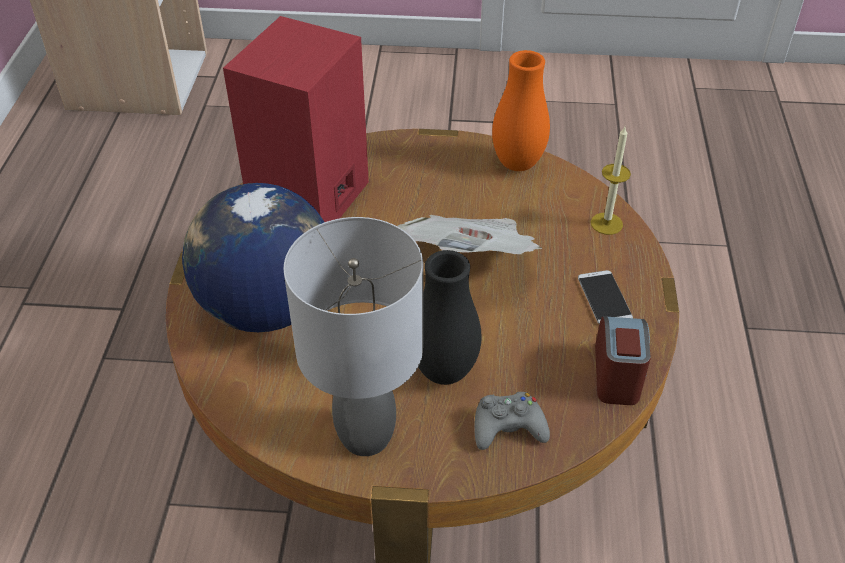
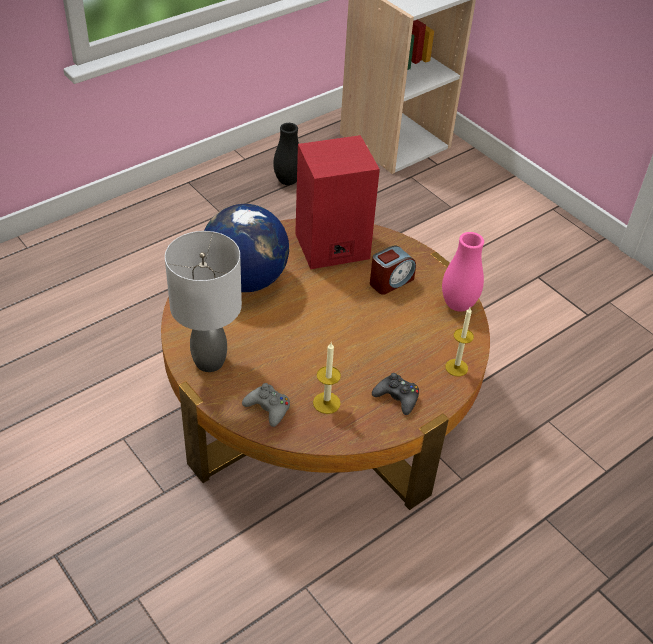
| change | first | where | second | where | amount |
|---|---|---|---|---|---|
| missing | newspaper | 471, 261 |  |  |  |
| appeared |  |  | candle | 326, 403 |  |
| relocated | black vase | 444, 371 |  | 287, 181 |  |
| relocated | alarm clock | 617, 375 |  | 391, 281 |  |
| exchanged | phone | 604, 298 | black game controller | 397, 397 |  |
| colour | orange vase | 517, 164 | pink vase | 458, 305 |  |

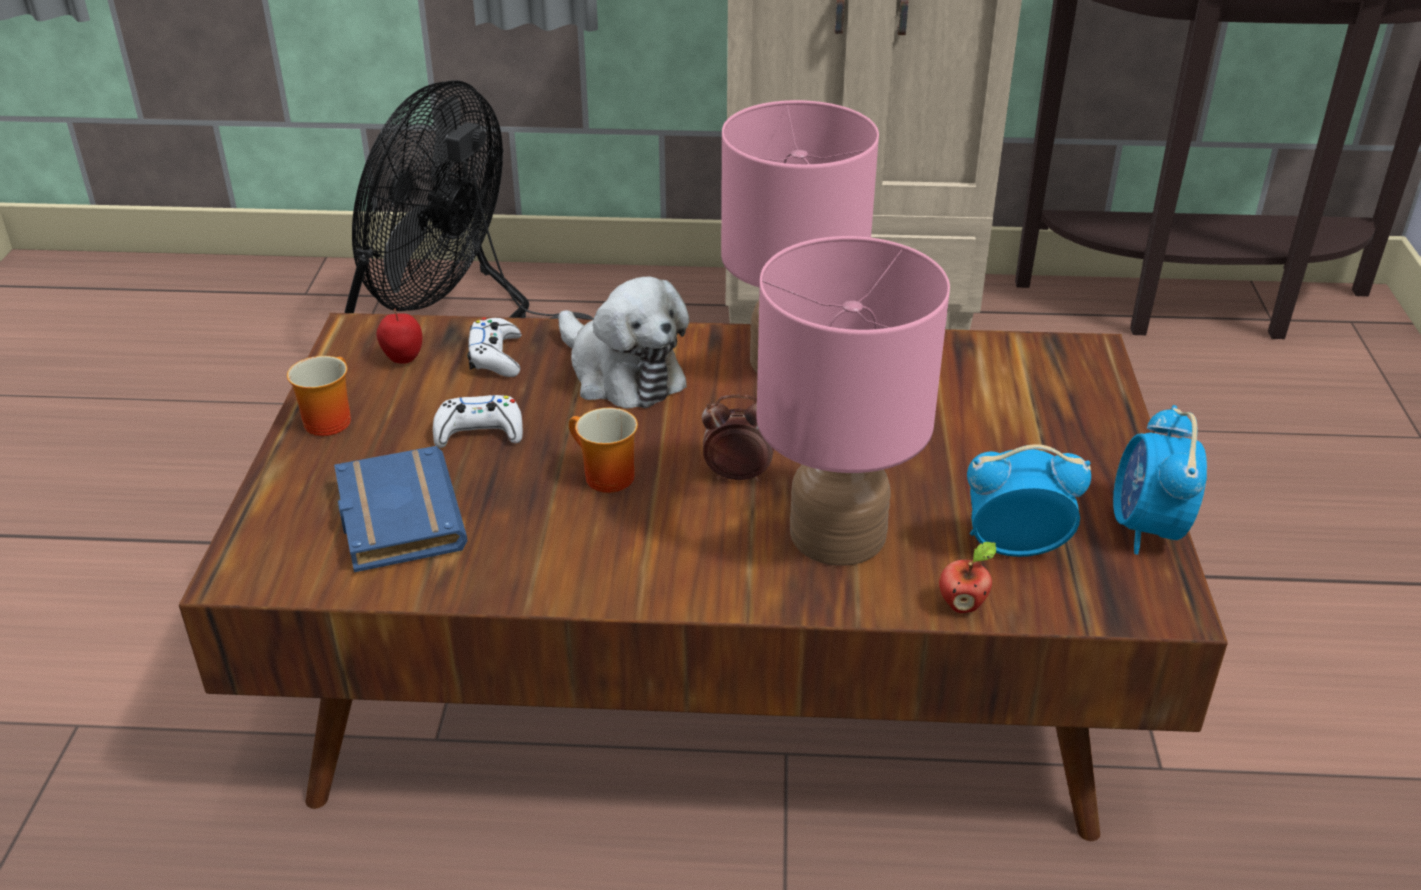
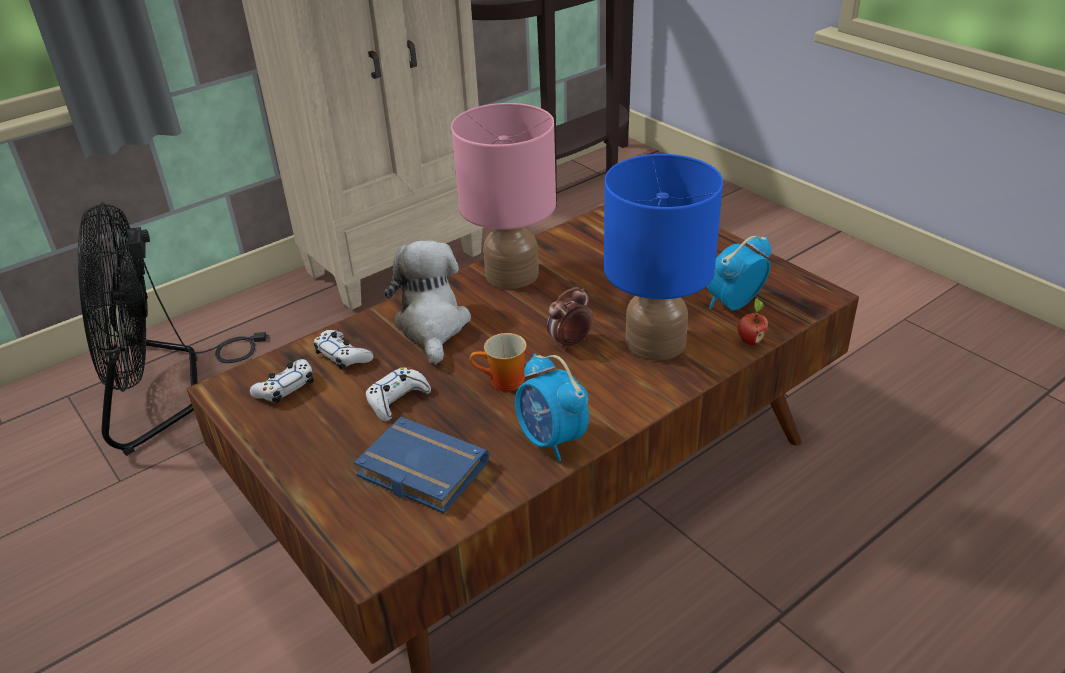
| change | first | where | second | where | amount |
|---|---|---|---|---|---|
| missing | mug | 327, 419 |  |  |  |
| relocated | alarm clock | 1147, 529 |  | 551, 440 |  |
| exchanged | apple | 403, 360 | white game controller | 285, 388 |  |
| colour | pink table lamp | 836, 535 | blue table lamp | 655, 343 |  |
| spun | plush toy | 621, 374 |  | 432, 326 | 105 degrees counterclockwise |

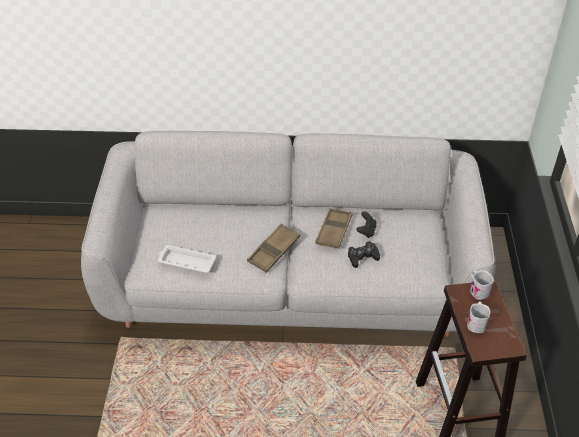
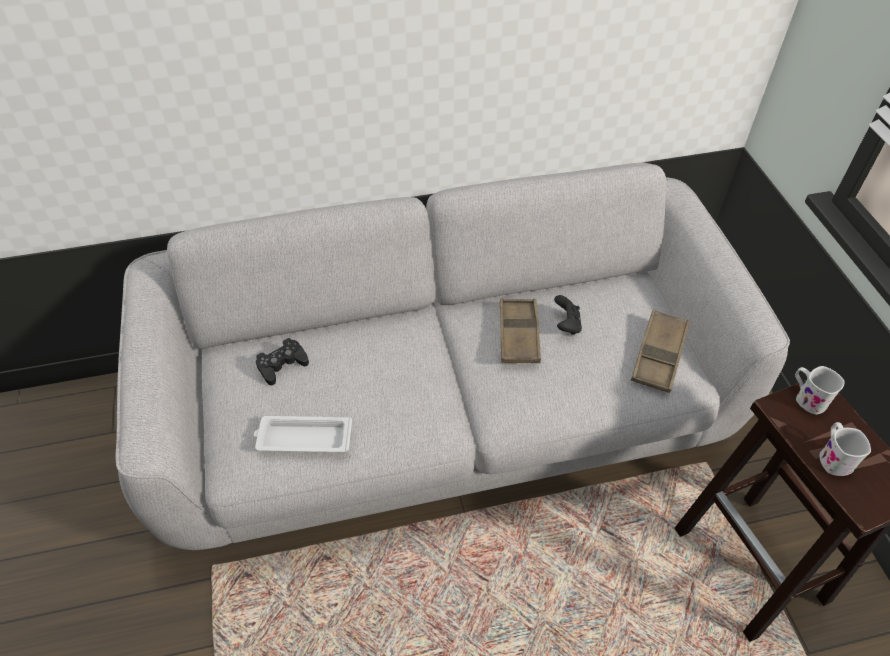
| change | first | where | second | where | amount |
|---|---|---|---|---|---|
| relocated | brown tray | 274, 251 |  | 659, 355 |  |
| relocated | black game controller | 362, 257 |  | 282, 365 |  |

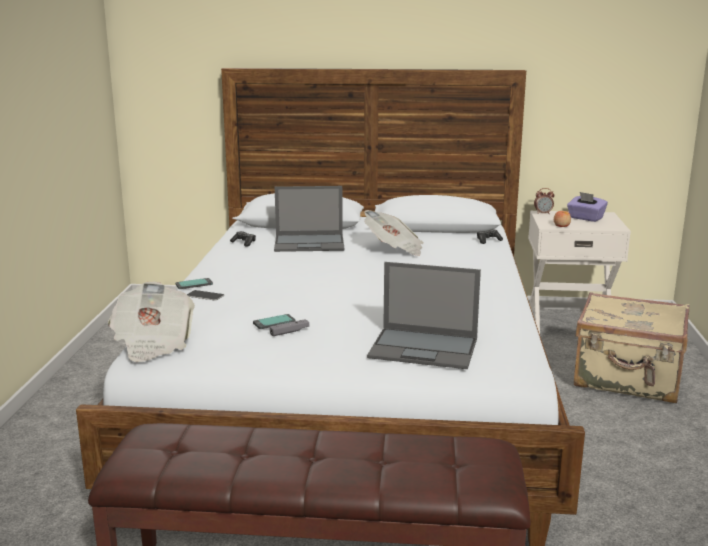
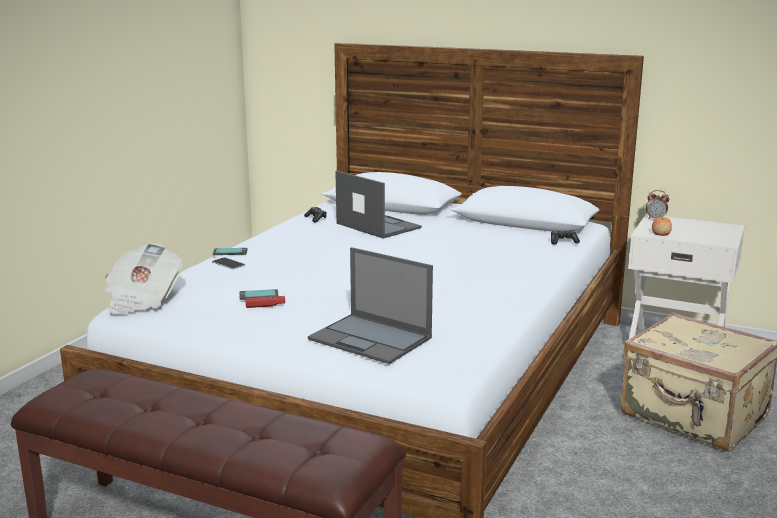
| change | first | where | second | where | amount |
|---|---|---|---|---|---|
| missing | newspaper | 394, 249 |  |  |  |
| missing | purple tissue box | 585, 218 |  |  |  |
| colour | grey game controller | 289, 332 | red game controller | 265, 306 |  |
| spun | laptop | 310, 243 |  | 377, 225 | 150 degrees counterclockwise |

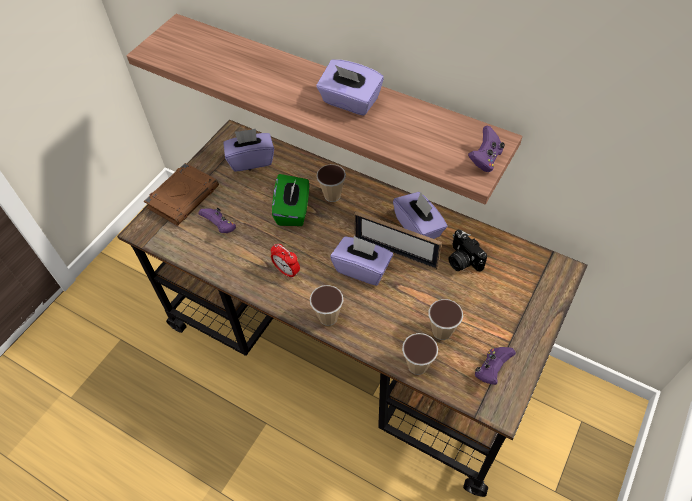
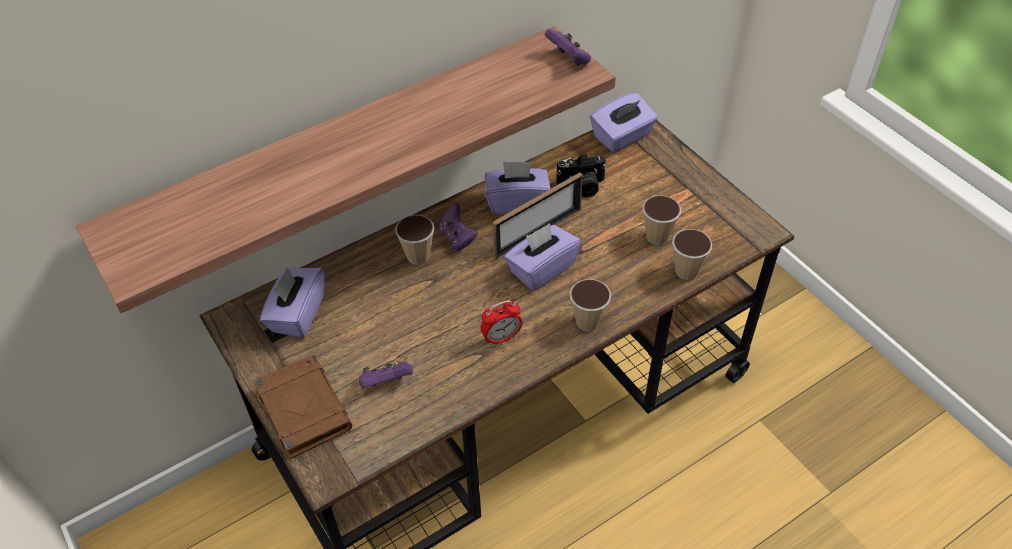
| change | first | where | second | where | amount |
|---|---|---|---|---|---|
| missing | green tissue box | 293, 211 |  |  |  |
| relocated | purple tissue box | 350, 102 |  | 622, 137 |  |
| relocated | purple game controller | 491, 370 |  | 457, 238 |  |

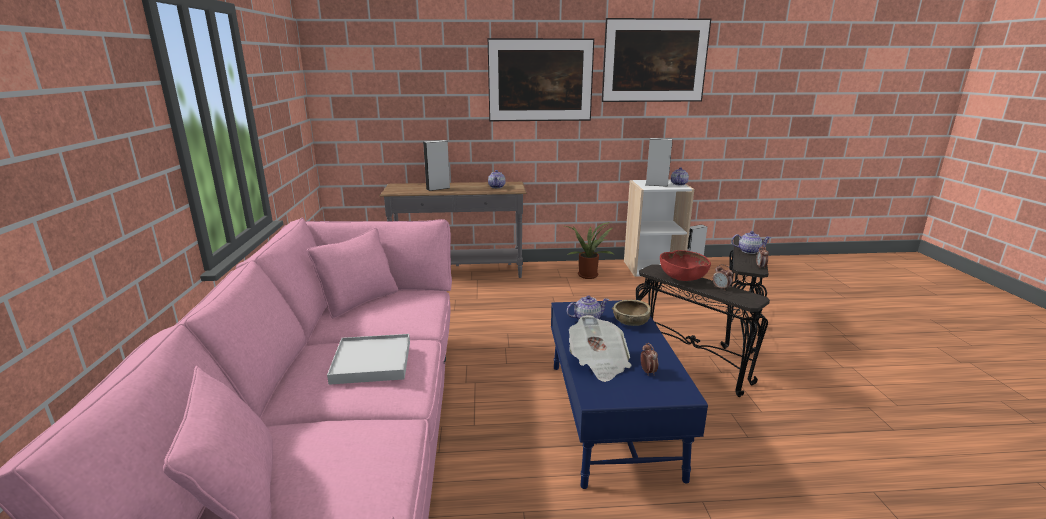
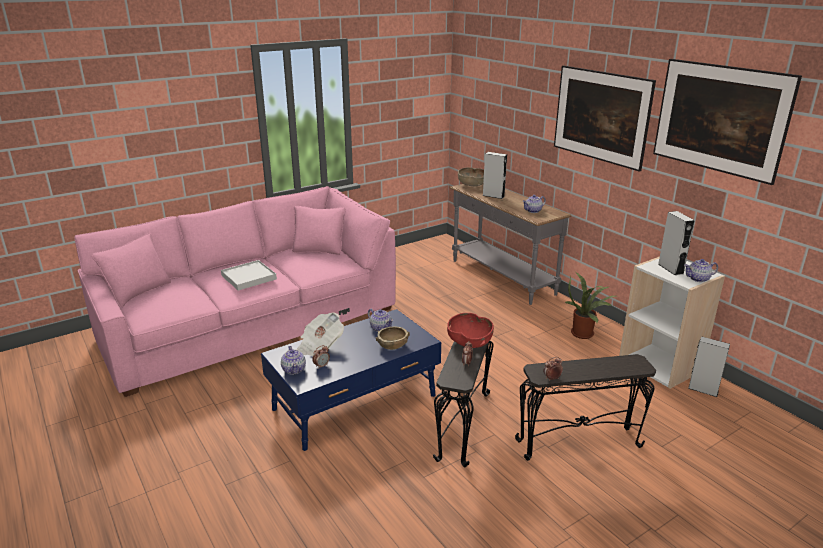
| change | first | where | second | where | amount |
|---|---|---|---|---|---|
| appeared |  |  | brown bowl | 472, 185 |  |
| relocated | teapot | 748, 251 |  | 294, 369 |  |

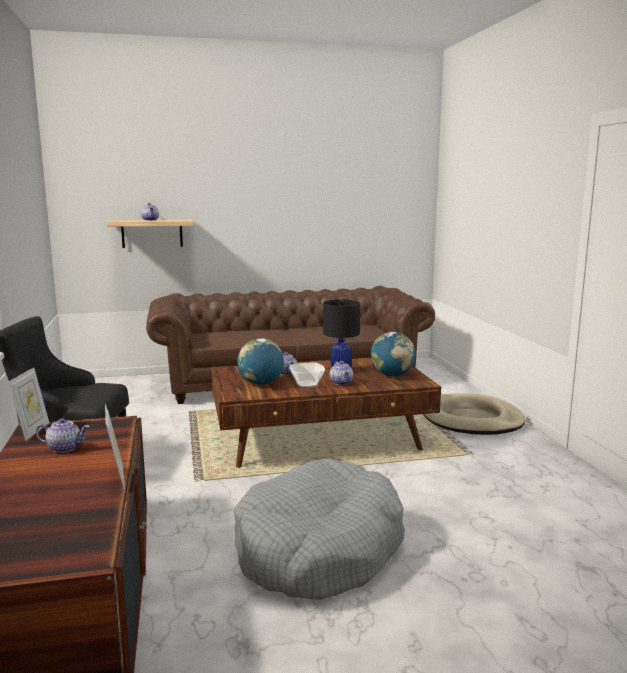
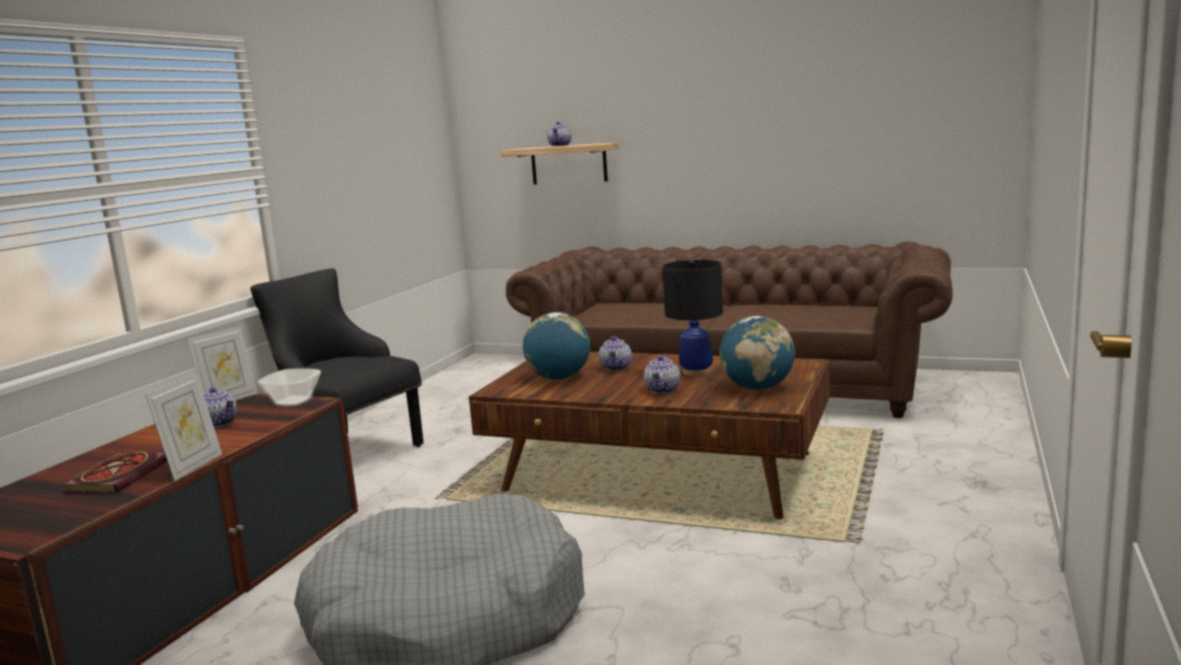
| change | first | where | second | where | amount |
|---|---|---|---|---|---|
| missing | beige dog bed | 471, 419 |  |  |  |
| appeared |  |  | book | 118, 475 |  |
| relocated | bowl | 307, 384 |  | 293, 402 |  |

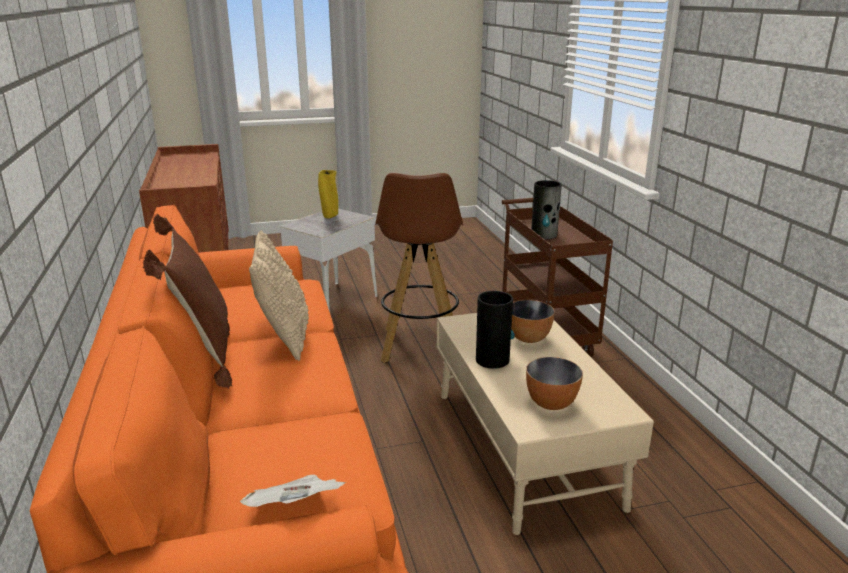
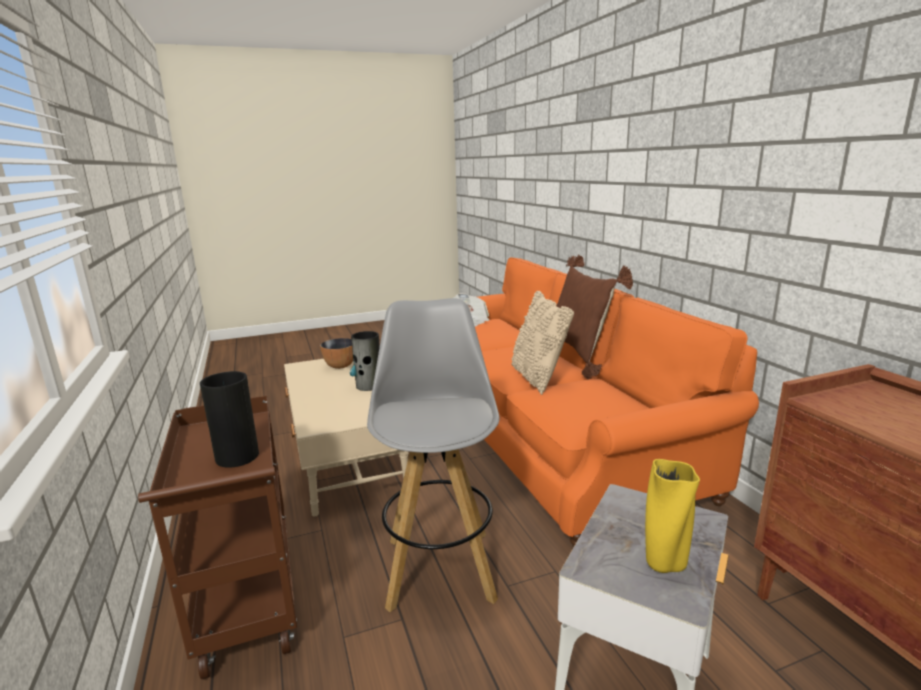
| change | first | where | second | where | amount |
|---|---|---|---|---|---|
| missing | bowl | 528, 338 |  |  |  |
| colour | brown stool | 419, 346 | grey stool | 441, 566 |  |

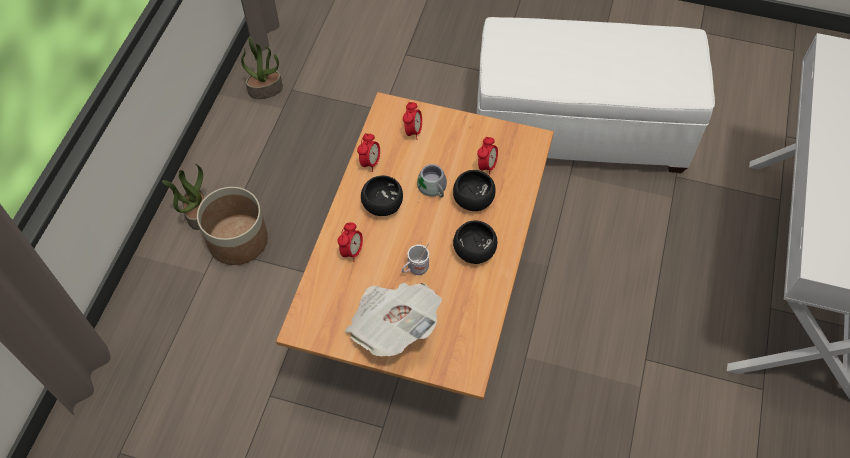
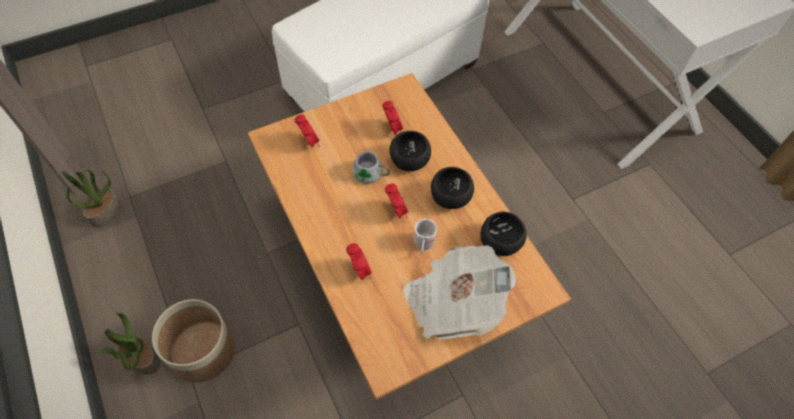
| change | first | where | second | where | amount |
|---|---|---|---|---|---|
| relocated | alarm clock | 370, 162 |  | 396, 211 |  |
| relocated | black bowl | 383, 206 |  | 501, 242 |  |

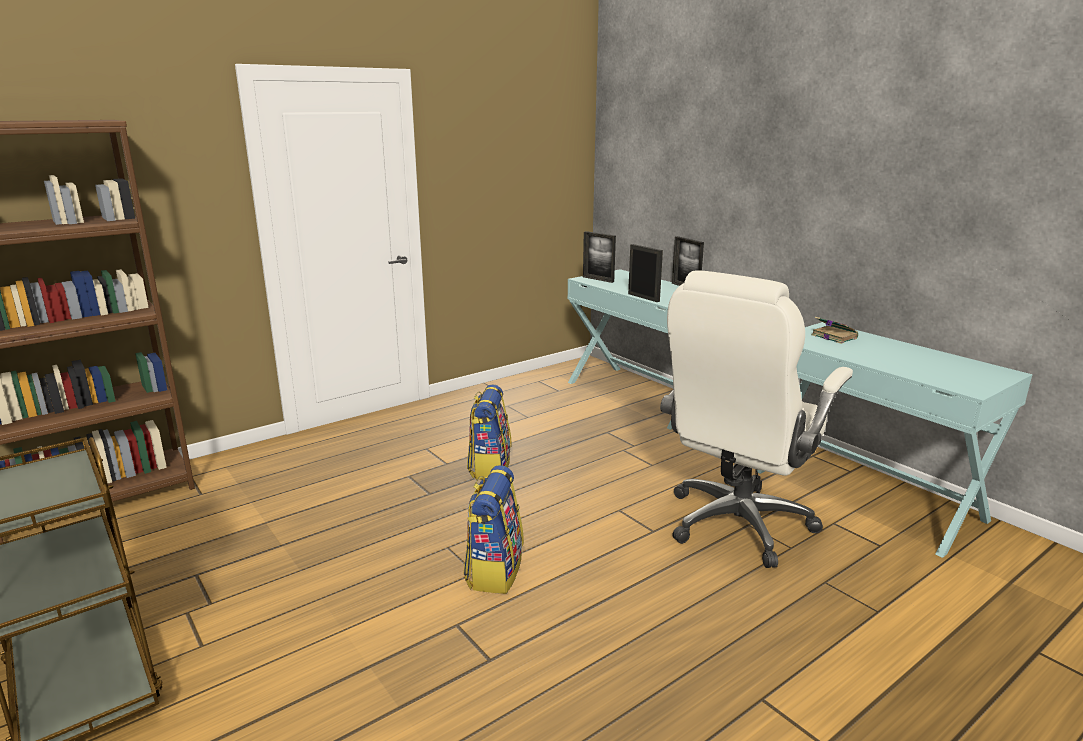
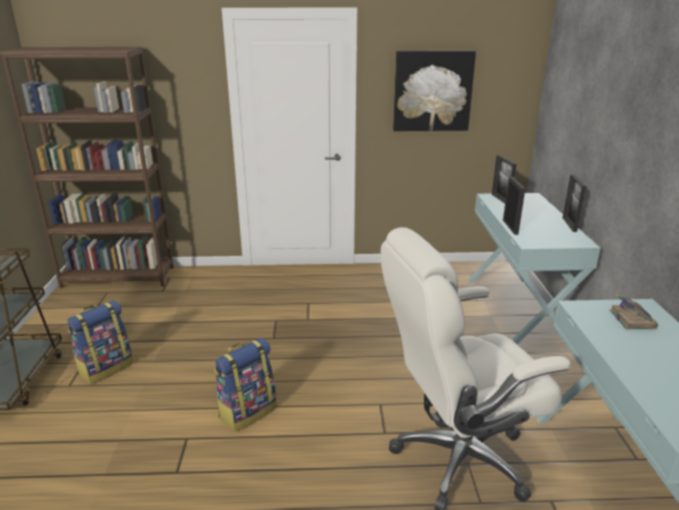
| change | first | where | second | where | amount |
|---|---|---|---|---|---|
| appeared |  |  | picture | 432, 91 |  |
| relocated | backpack | 489, 467 |  | 106, 368 |  |

